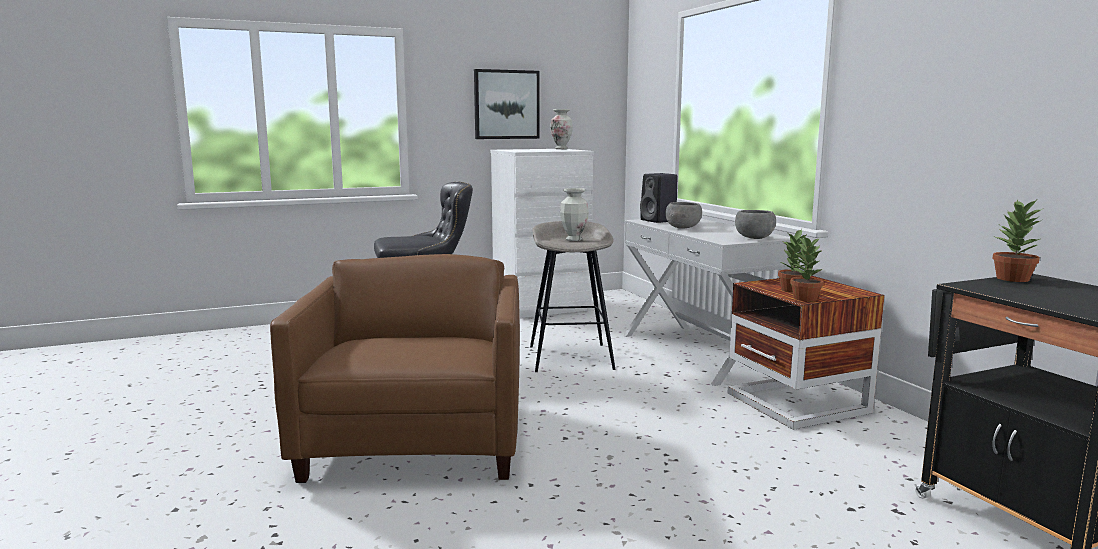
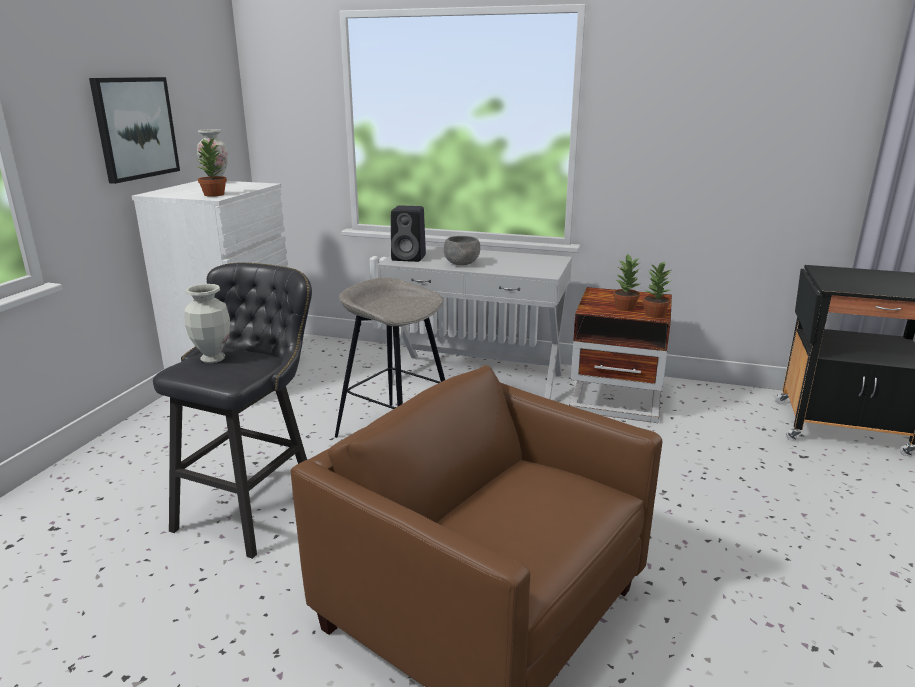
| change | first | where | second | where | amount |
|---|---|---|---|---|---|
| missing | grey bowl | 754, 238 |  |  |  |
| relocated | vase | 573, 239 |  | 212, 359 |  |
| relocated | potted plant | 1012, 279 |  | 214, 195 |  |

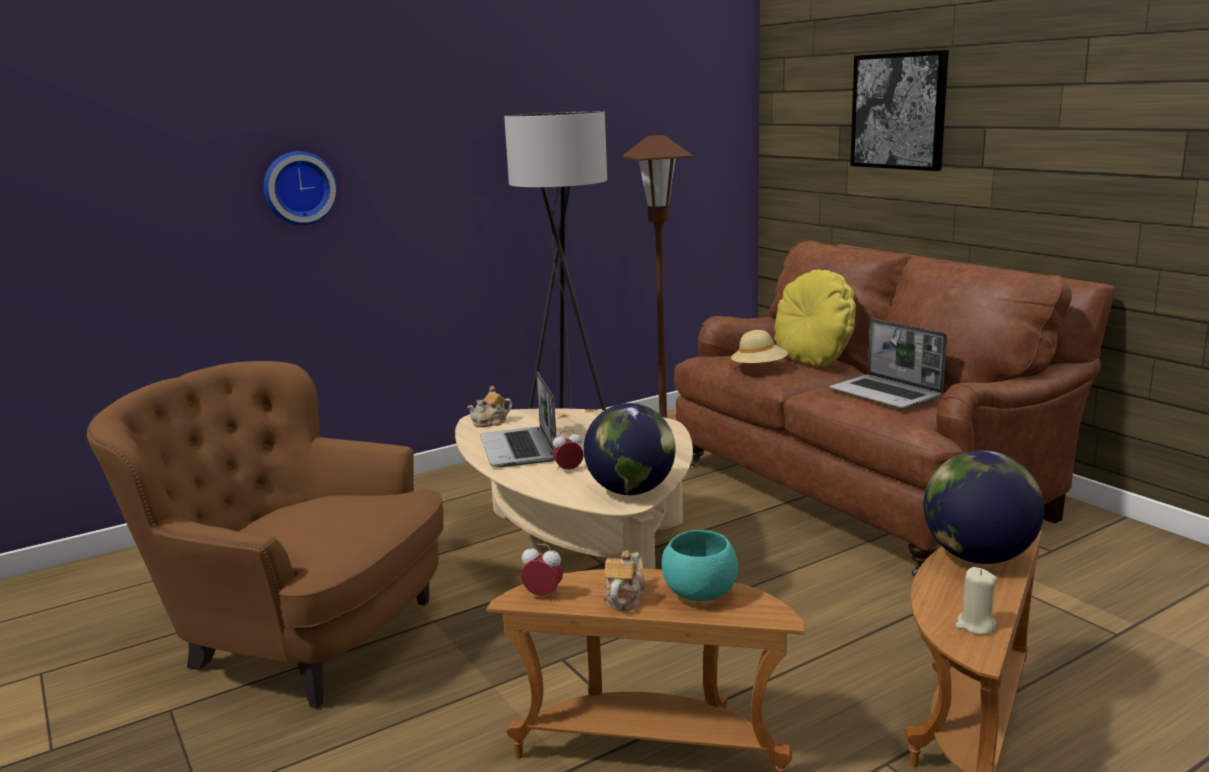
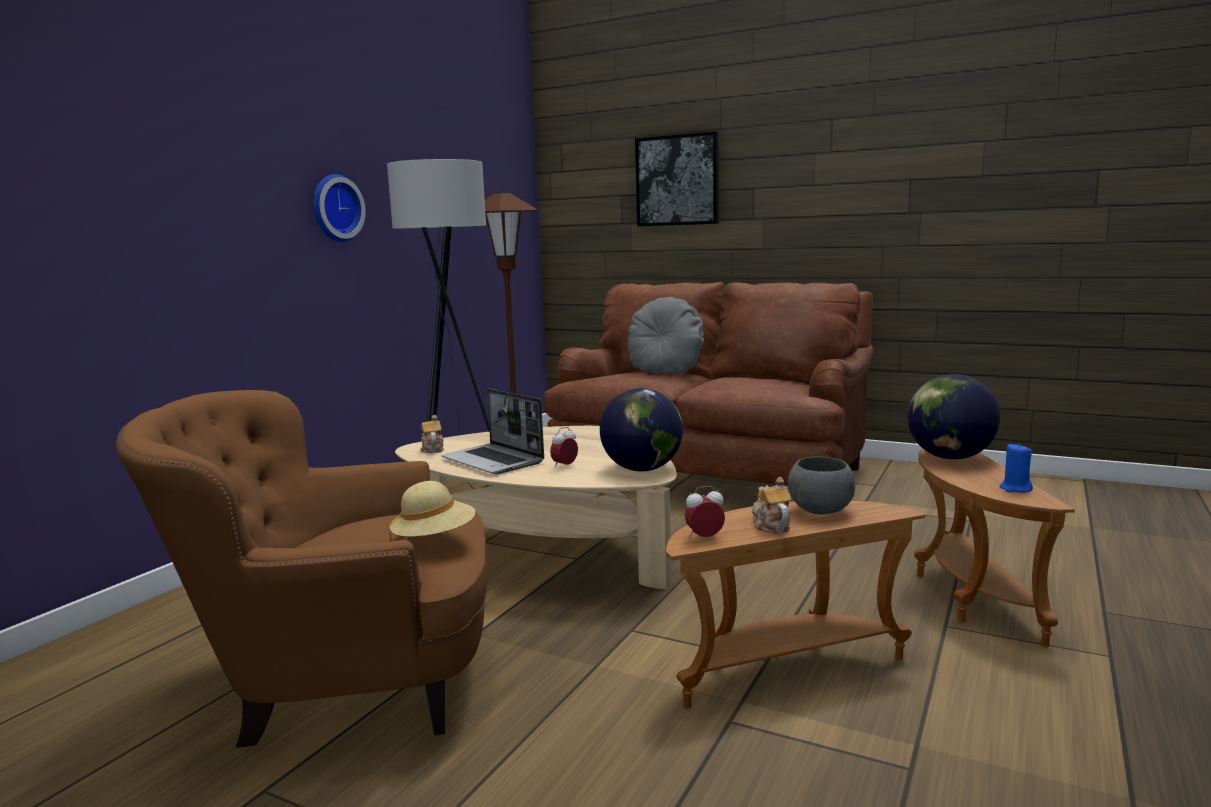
| change | first | where | second | where | amount |
|---|---|---|---|---|---|
| missing | laptop | 887, 394 |  |  |  |
| relocated | wall clock | 299, 188 |  | 334, 208 |  |
| relocated | beige hat | 759, 369 |  | 434, 539 |  |
| colour | turquoise bowl | 699, 594 | grey bowl | 819, 511 |  |
| colour | yellow pillow | 813, 361 | grey pillow | 666, 373 |  |
| colour | beige candle | 975, 625 | blue candle | 1015, 489 |  |
| spun | teapot | 491, 422 |  | 432, 449 | 135 degrees clockwise |

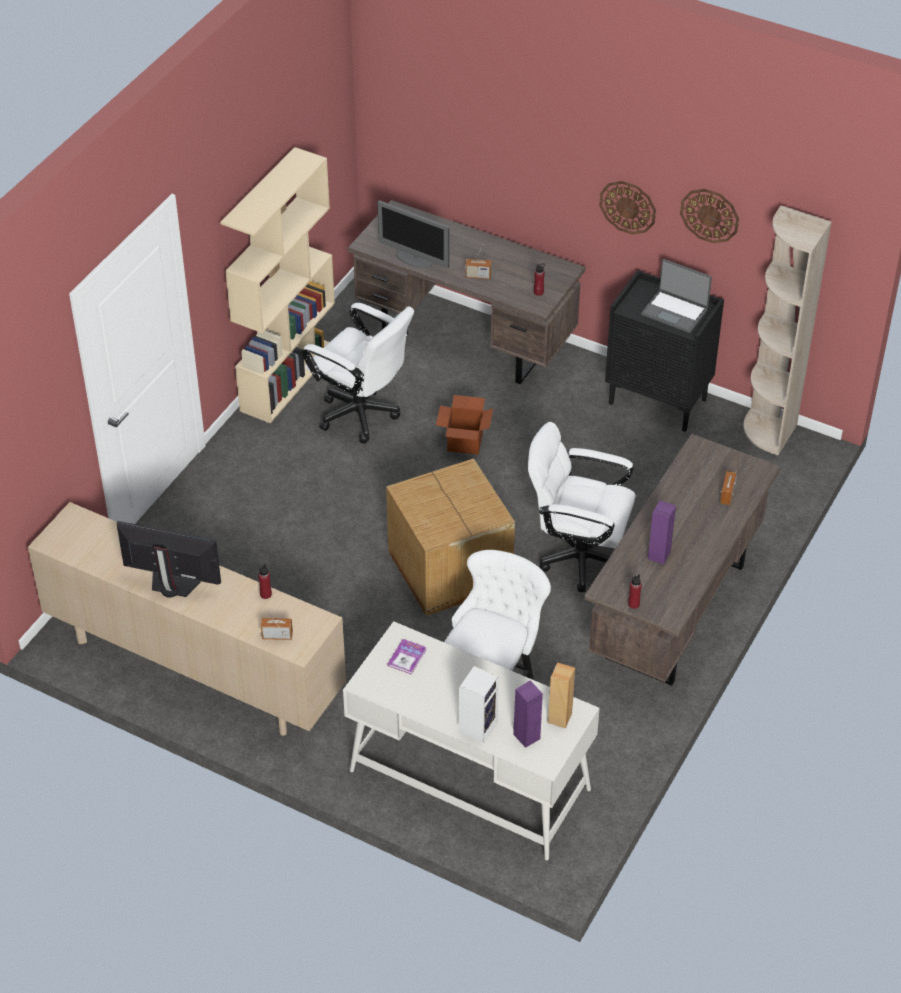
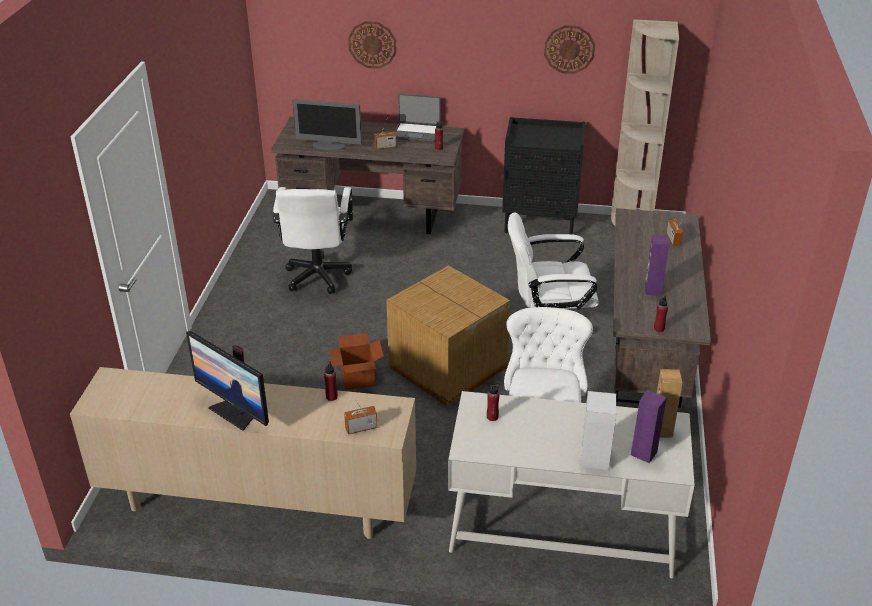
| change | first | where | second | where | amount |
|---|---|---|---|---|---|
| missing | beige bookcase | 288, 377 |  |  |  |
| relocated | cardboard box | 465, 442 |  | 358, 378 |  |
| relocated | wall clock | 628, 207 |  | 372, 44 |  |
| relocated | laptop | 675, 312 |  | 416, 133 |  |
| exchanged | book | 407, 657 | red bottle | 492, 417 |  |
| spun | monitor | 172, 586 |  | 235, 412 | 135 degrees counterclockwise |
| spun | white office chair | 363, 417 |  | 318, 280 | 75 degrees clockwise |

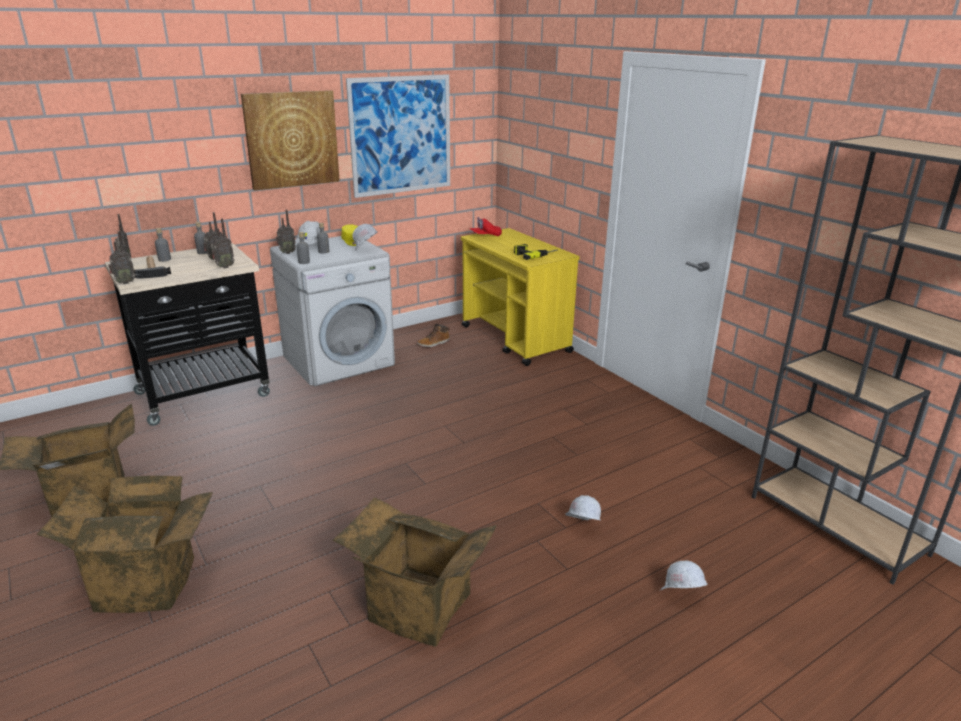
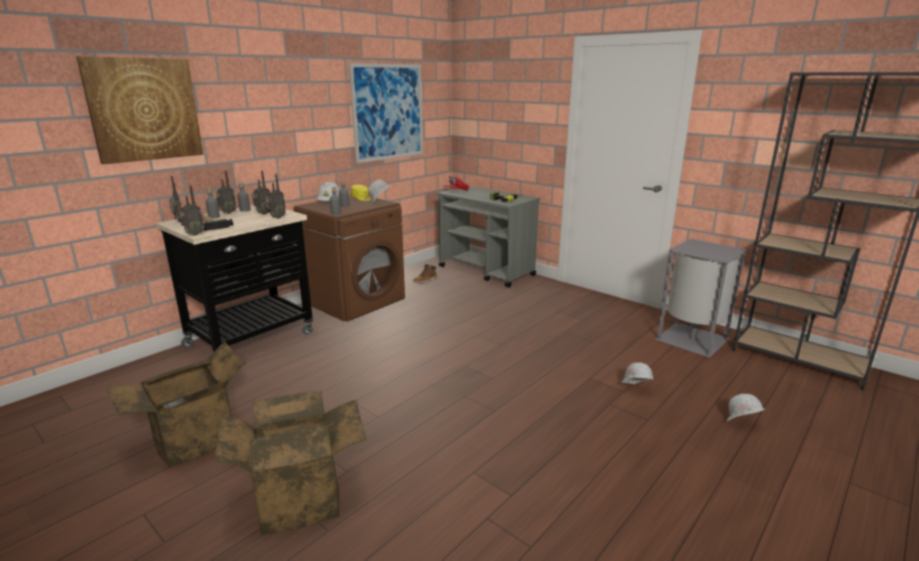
| change | first | where | second | where | amount |
|---|---|---|---|---|---|
| missing | cardboard box | 416, 610 |  |  |  |
| appeared |  |  | grey trash can | 690, 339 |  |
| relocated | picture | 291, 139 |  | 144, 109 |  |
| relocated | radio | 287, 253 |  | 227, 213 |  |
| colour | white washing machine | 341, 361 | brown washing machine | 357, 300 |  |
| colour | yellow cart | 515, 339 | grey cart | 487, 271 |  |

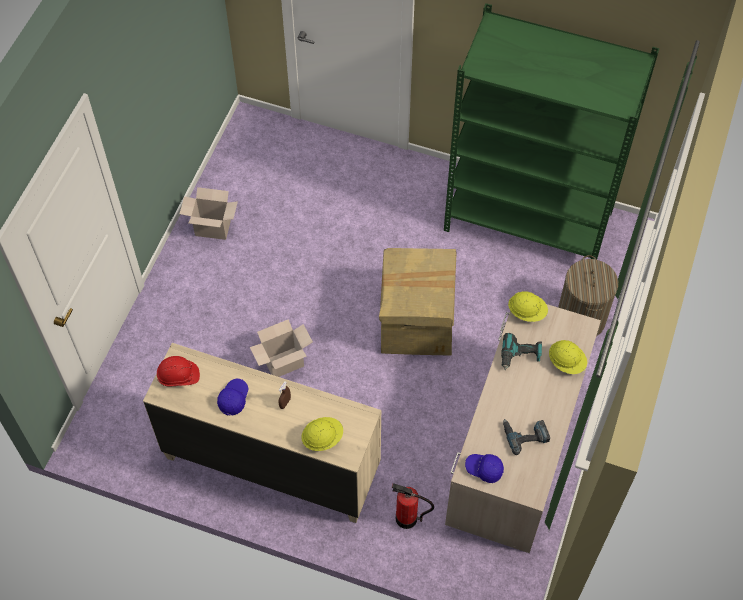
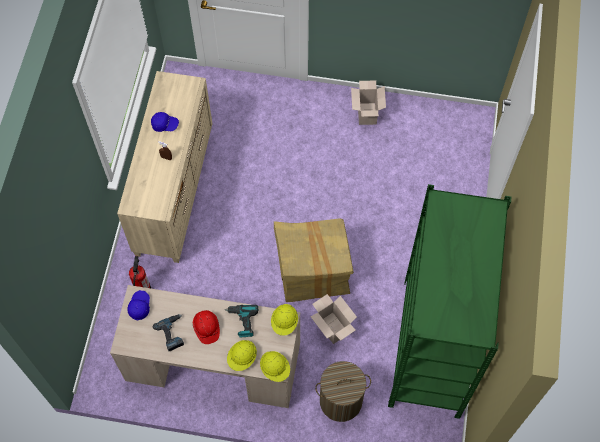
| change | first | where | second | where | amount |
|---|---|---|---|---|---|
| relocated | red hard hat | 178, 376 |  | 206, 328 |  |
| relocated | cardboard box | 283, 364 |  | 331, 328 |  |
| relocated | yellow hard hat | 322, 438 |  | 275, 368 |  |

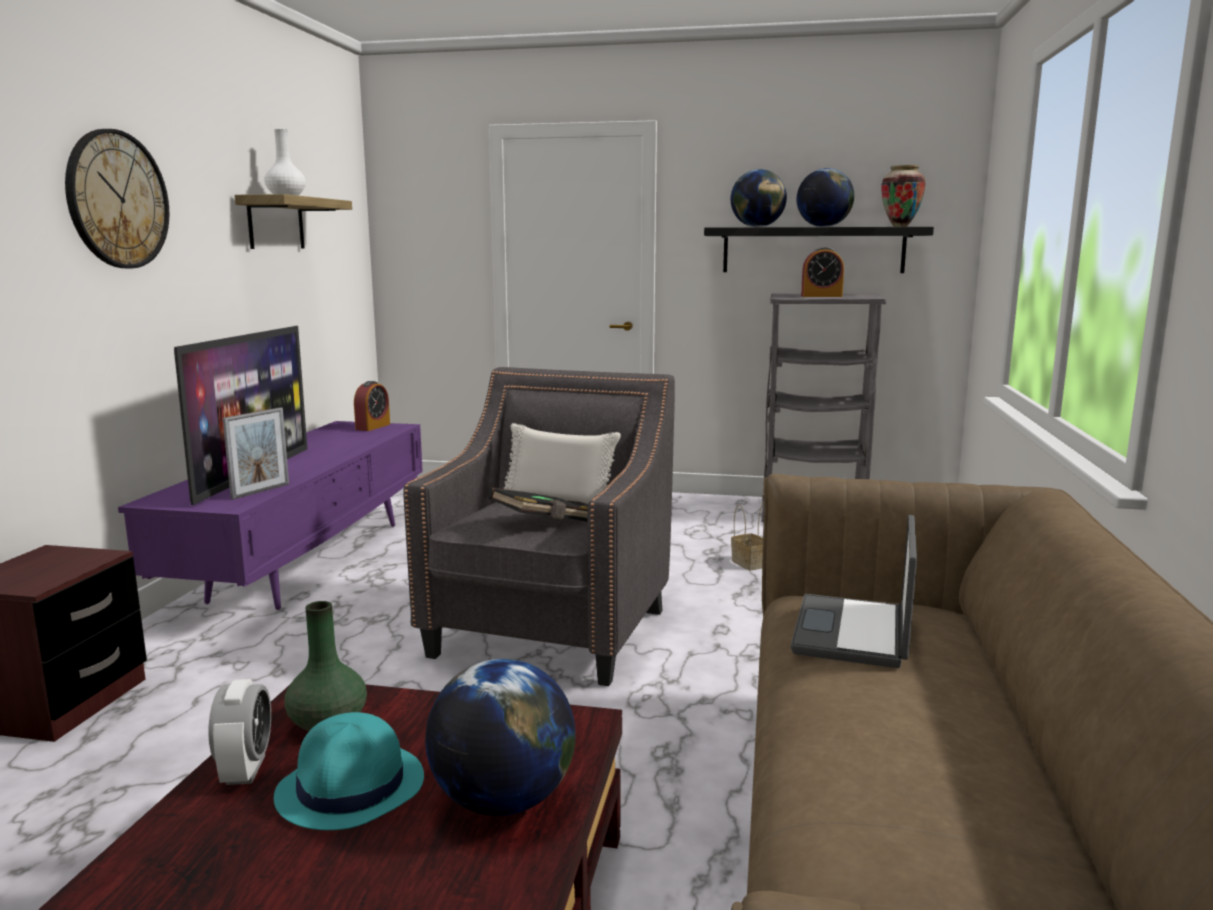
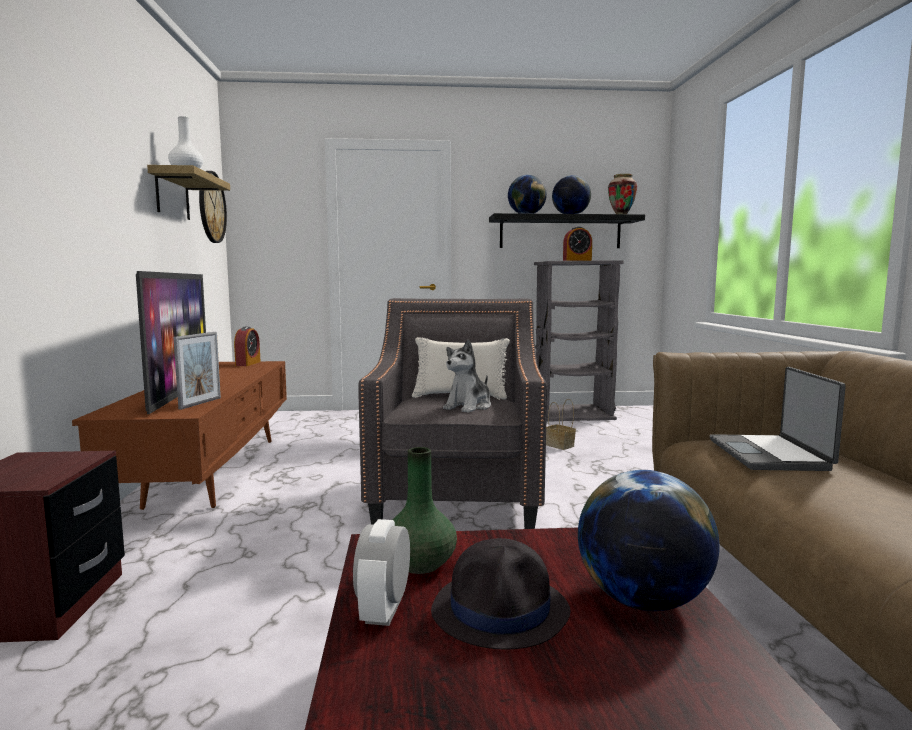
| change | first | where | second | where | amount |
|---|---|---|---|---|---|
| relocated | wall clock | 117, 200 |  | 211, 207 |  |
| exchanged | black book | 541, 523 | plush toy | 469, 407 |  |
| colour | purple tv stand | 304, 560 | brown tv stand | 210, 470 |  |
| colour | turquoise hat | 352, 788 | black hat | 501, 610 |  |
| spun | alarm clock | 245, 769 |  | 384, 611 | 150 degrees counterclockwise |

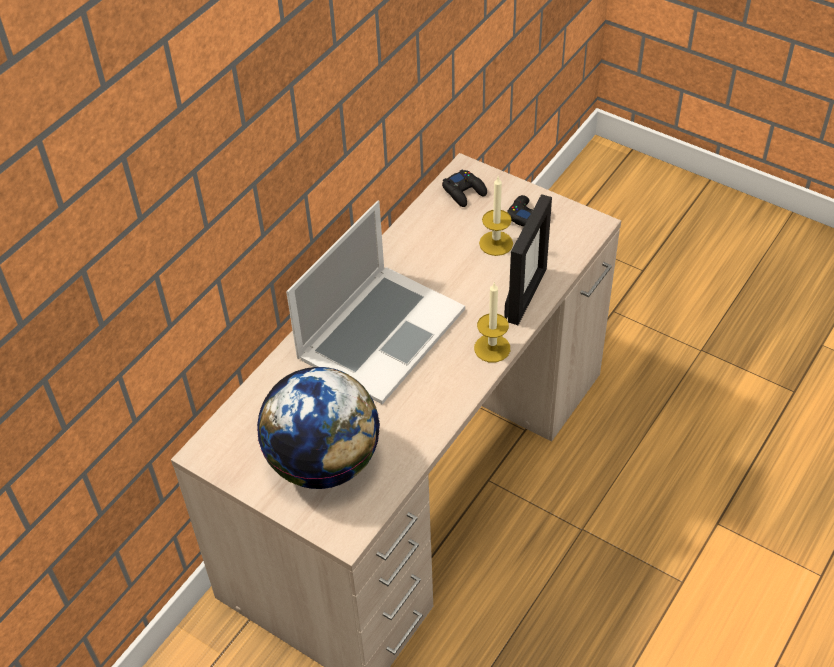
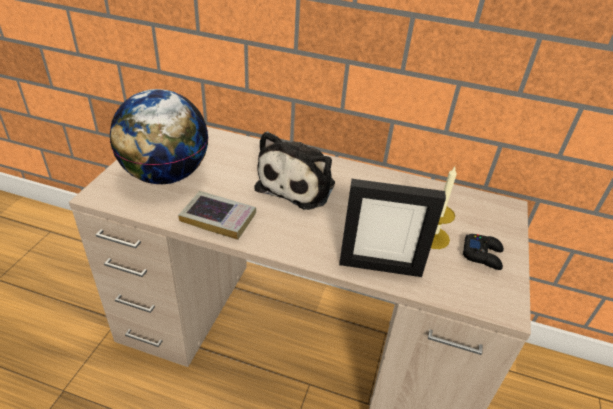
| change | first | where | second | where | amount |
|---|---|---|---|---|---|
| missing | black game controller | 464, 192 |  |  |  |
| missing | candle | 492, 348 |  |  |  |
| appeared |  |  | book | 218, 218 |  |
| exchanged | laptop | 380, 332 | plush toy | 299, 184 |  |

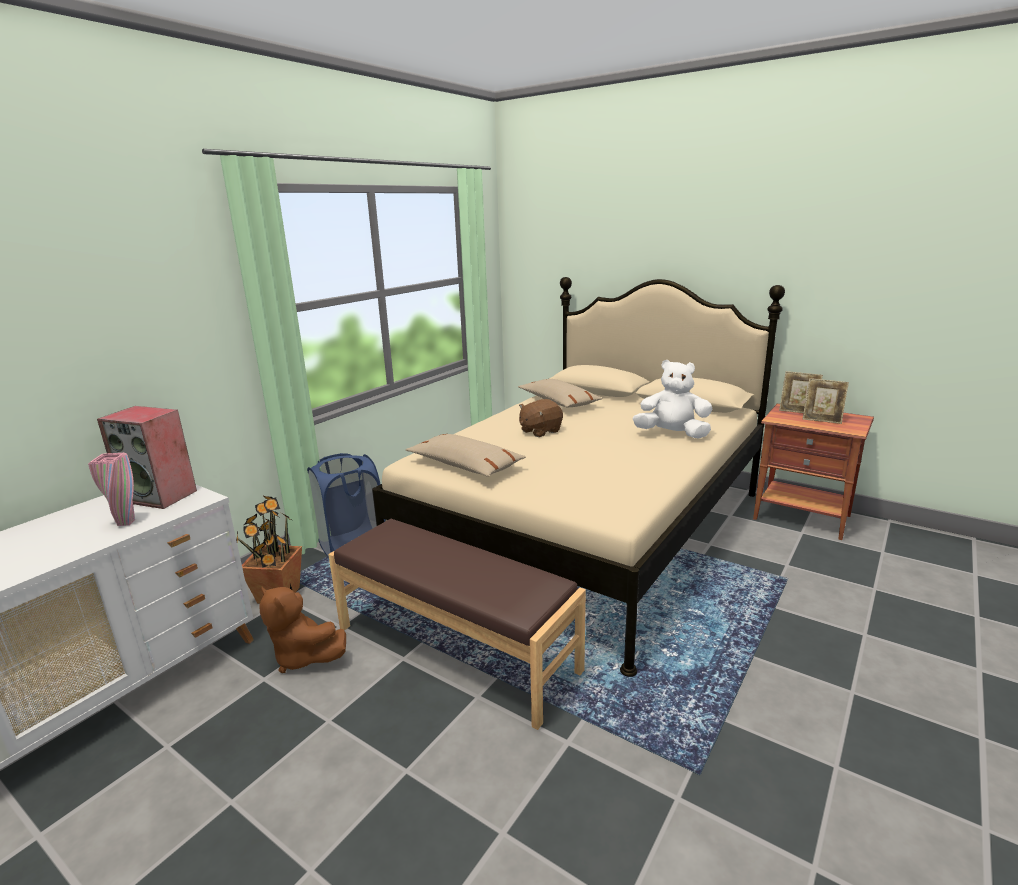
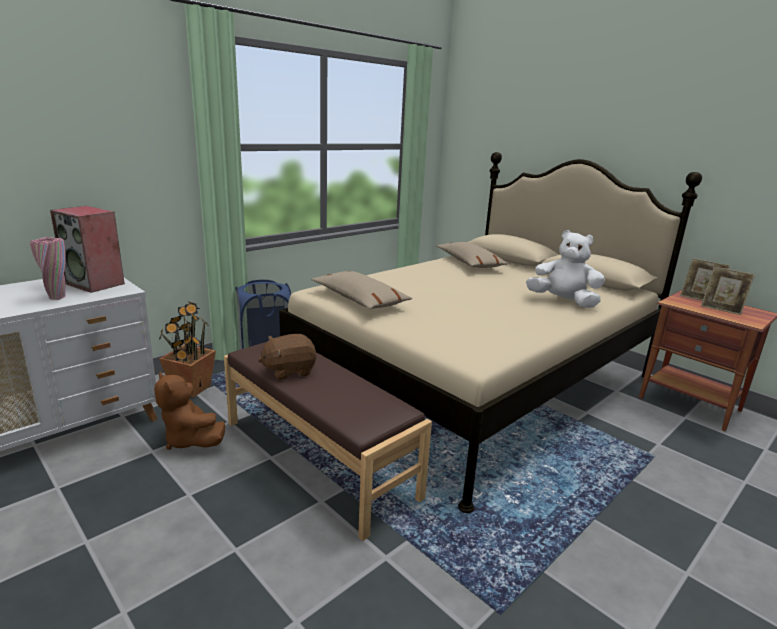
| change | first | where | second | where | amount |
|---|---|---|---|---|---|
| relocated | brown plush toy | 540, 431 |  | 289, 371 |  |

